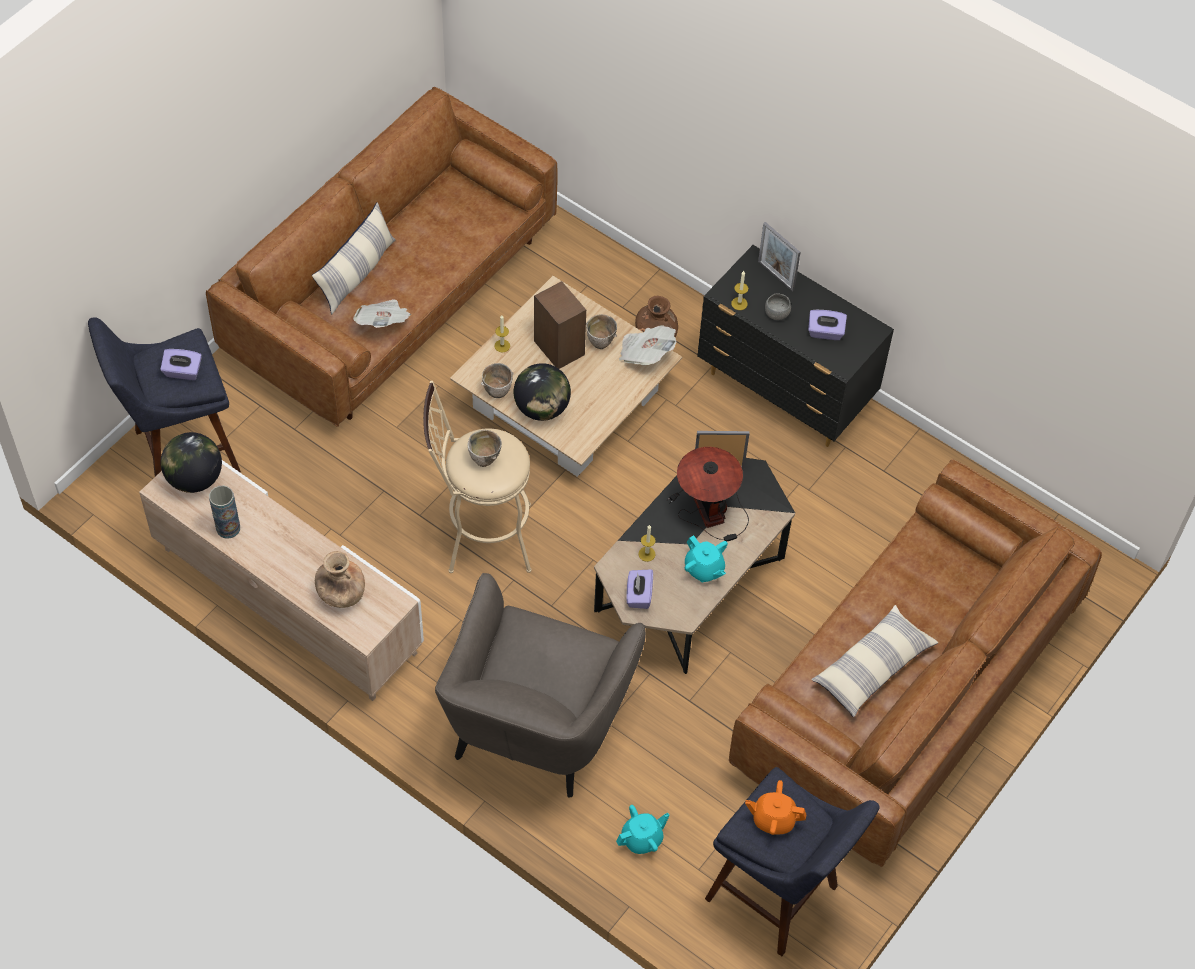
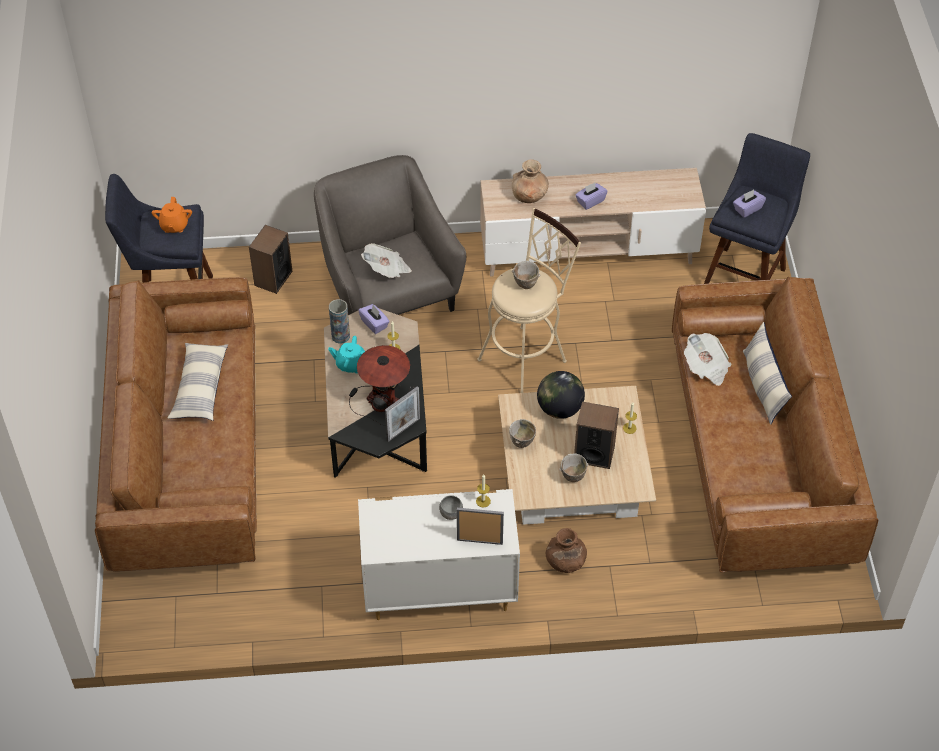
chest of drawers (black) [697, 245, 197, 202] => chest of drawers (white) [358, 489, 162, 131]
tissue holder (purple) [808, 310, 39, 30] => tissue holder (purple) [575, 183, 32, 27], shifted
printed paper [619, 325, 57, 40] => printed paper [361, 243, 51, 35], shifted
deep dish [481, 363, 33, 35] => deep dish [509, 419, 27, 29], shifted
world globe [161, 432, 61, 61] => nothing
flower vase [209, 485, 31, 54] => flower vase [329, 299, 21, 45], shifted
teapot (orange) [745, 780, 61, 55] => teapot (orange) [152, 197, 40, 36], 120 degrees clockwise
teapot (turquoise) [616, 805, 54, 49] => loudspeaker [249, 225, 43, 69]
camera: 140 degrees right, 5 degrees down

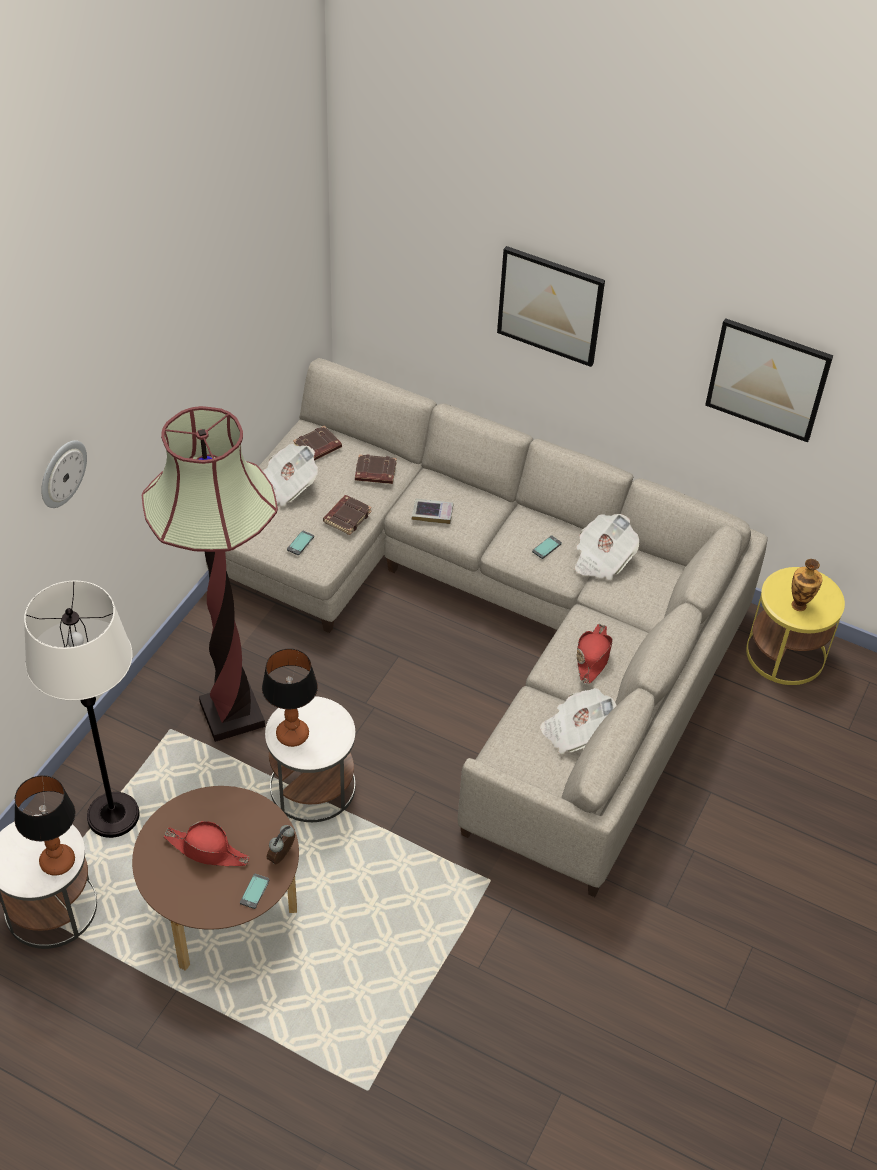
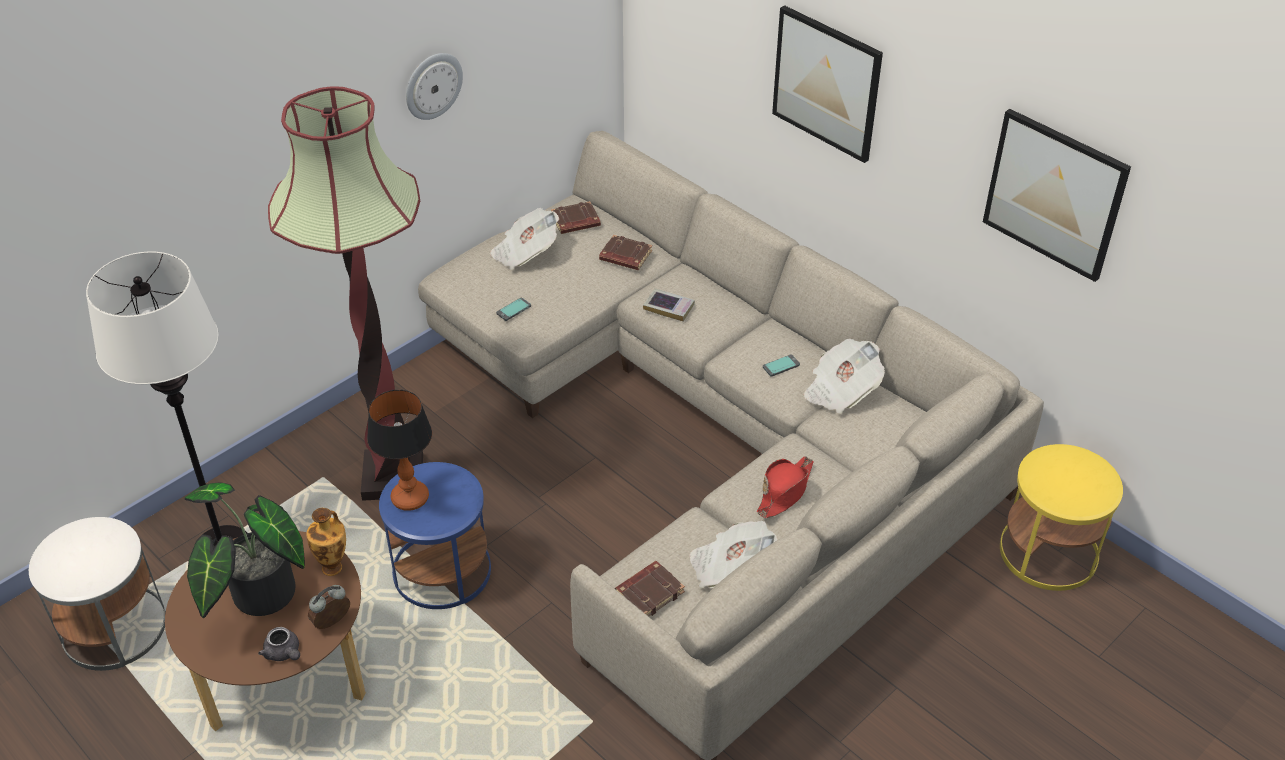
hanging clock [41, 440, 46, 68] => hanging clock [406, 53, 57, 67], shifted
bound book (brown) [323, 495, 49, 40] => bound book (brown) [615, 561, 70, 56], shifted
flower vase [791, 559, 31, 52] => flower vase [306, 508, 40, 68], shifted
accent table (white) [265, 696, 90, 126] => accent table (blue) [379, 462, 112, 147]
table lamp [14, 775, 61, 101] => nothing
hat (reddish) [164, 821, 86, 45] => houseplant [185, 483, 120, 135]
phone [240, 874, 29, 35] => teapot (grey) [258, 627, 42, 34]
camera: 20 degrees right, 5 degrees down

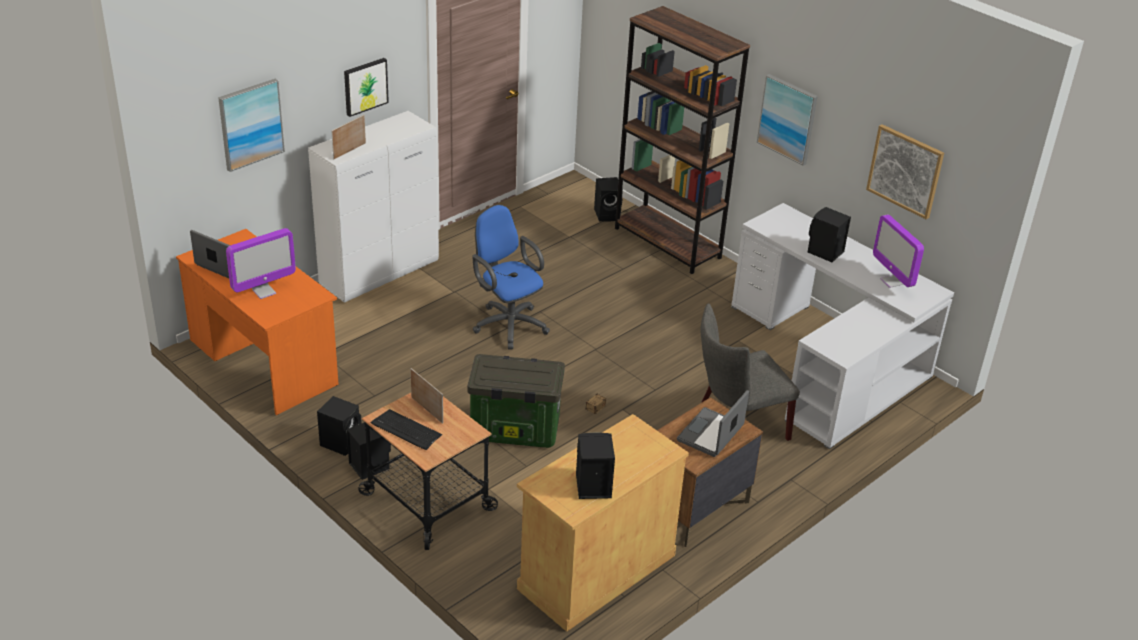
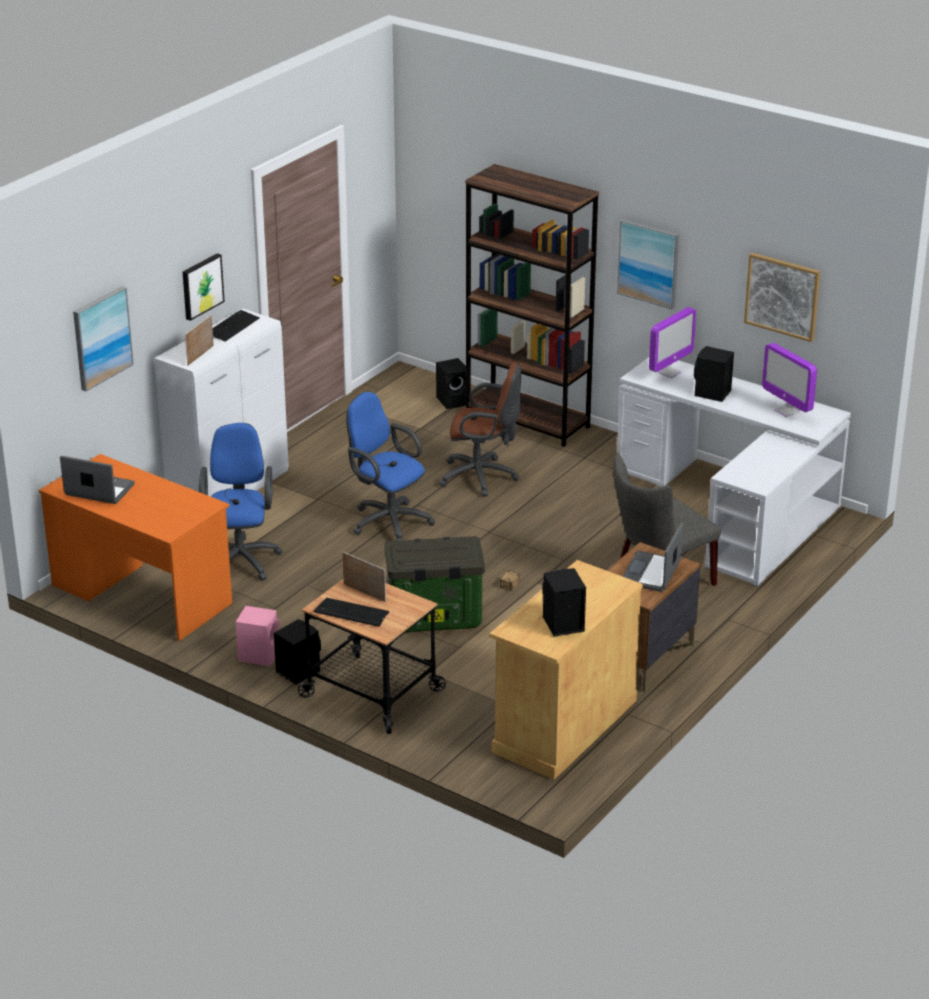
monitor [226, 228, 70, 71] => monitor [649, 307, 47, 71], shifted
loudspeaker (black) [317, 396, 45, 60] => loudspeaker (pinkish) [236, 606, 44, 60]
nothing => computer keyboard [213, 310, 47, 32]
nothing => computer chair (brown) [439, 362, 82, 135]
nothing => computer chair (blue) [199, 423, 83, 158]
camera: 10 degrees left, 5 degrees down

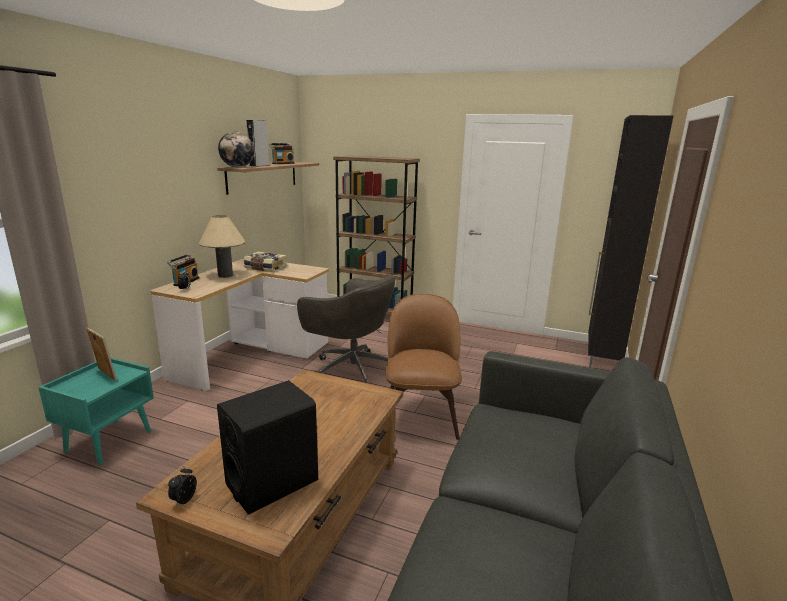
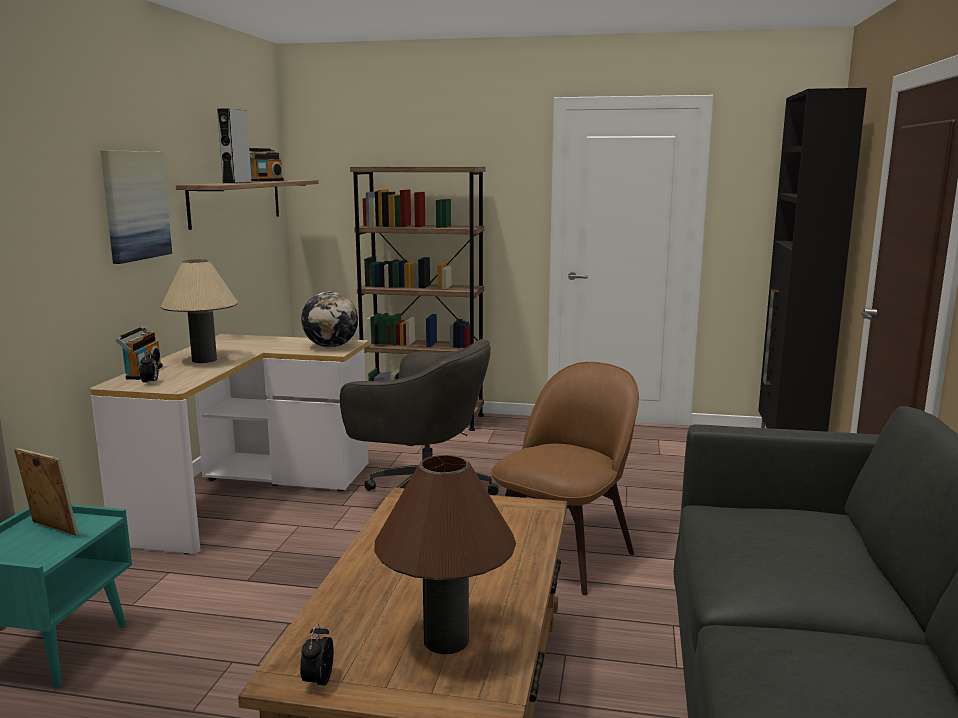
world globe [218, 131, 36, 37] => world globe [301, 291, 57, 57], shifted
bound book [243, 252, 44, 20] => nothing
chair (brown) [386, 294, 76, 146] => chair (brown) [491, 362, 148, 233], 45 degrees clockwise
loudspeaker (black) [217, 380, 101, 135] => table lamp (brown) [374, 455, 142, 199]
nothing => wall art [100, 150, 72, 114]
camera: 10 degrees left, 5 degrees down

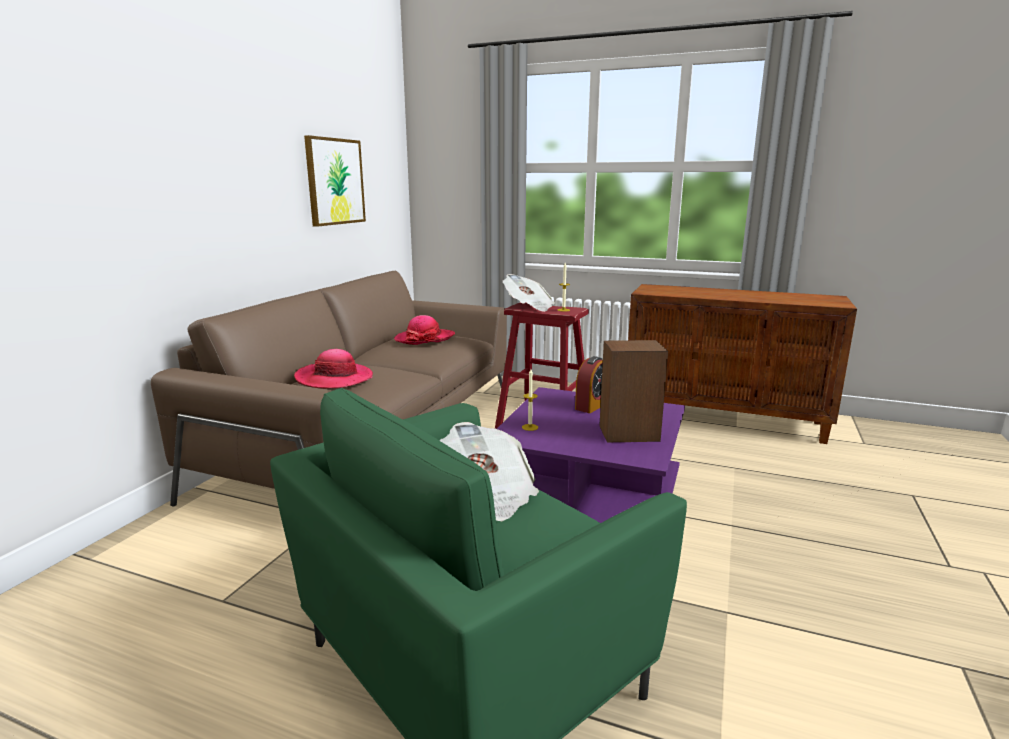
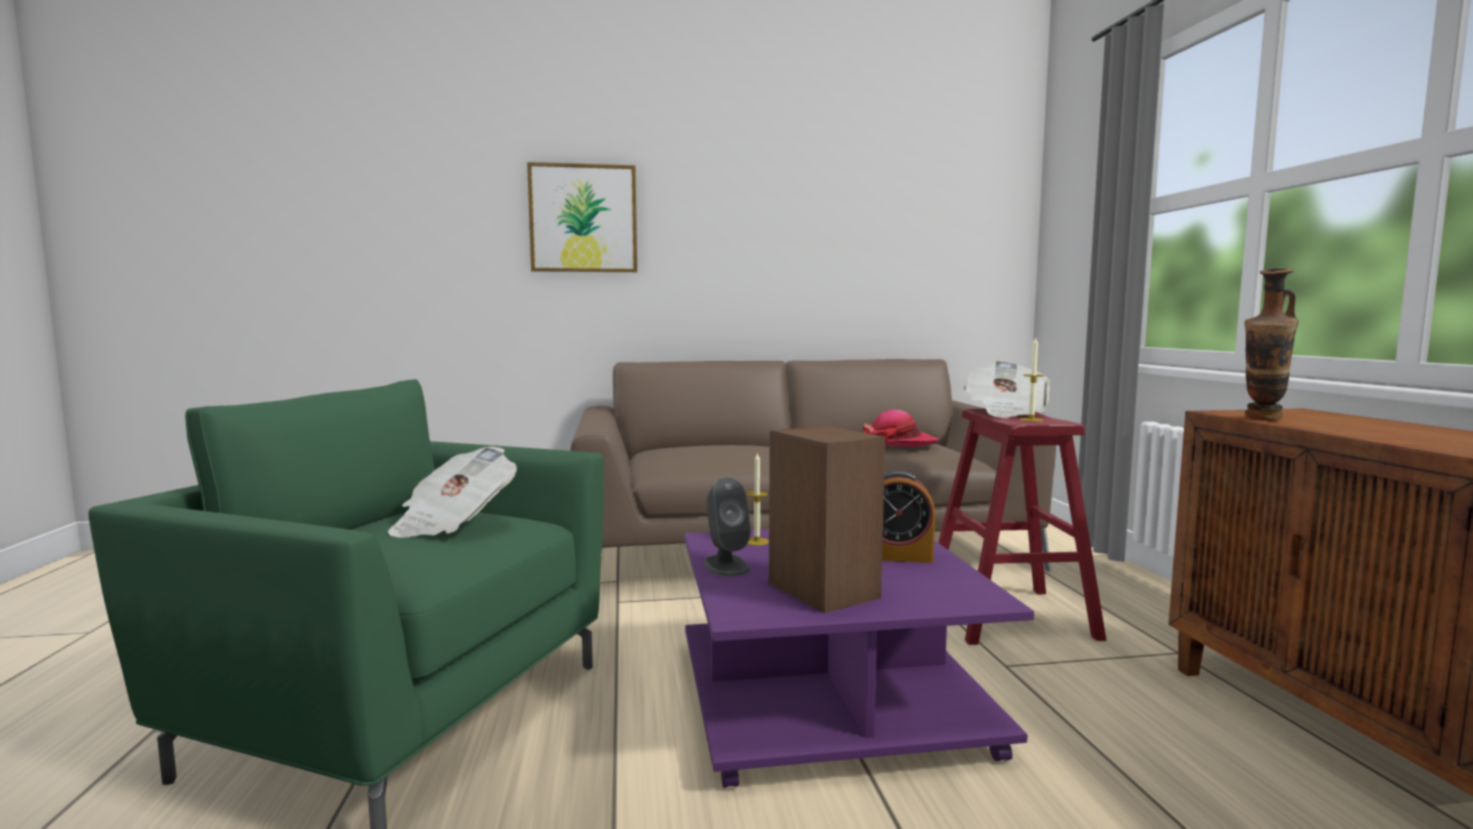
wall art [304, 135, 62, 92] => wall art [527, 162, 110, 110], shifted
hat [294, 349, 79, 40] => nothing
nothing => flower vase [1244, 269, 55, 152]
nothing => loudspeaker (grey) [704, 477, 47, 100]
camera: 60 degrees right, 10 degrees down

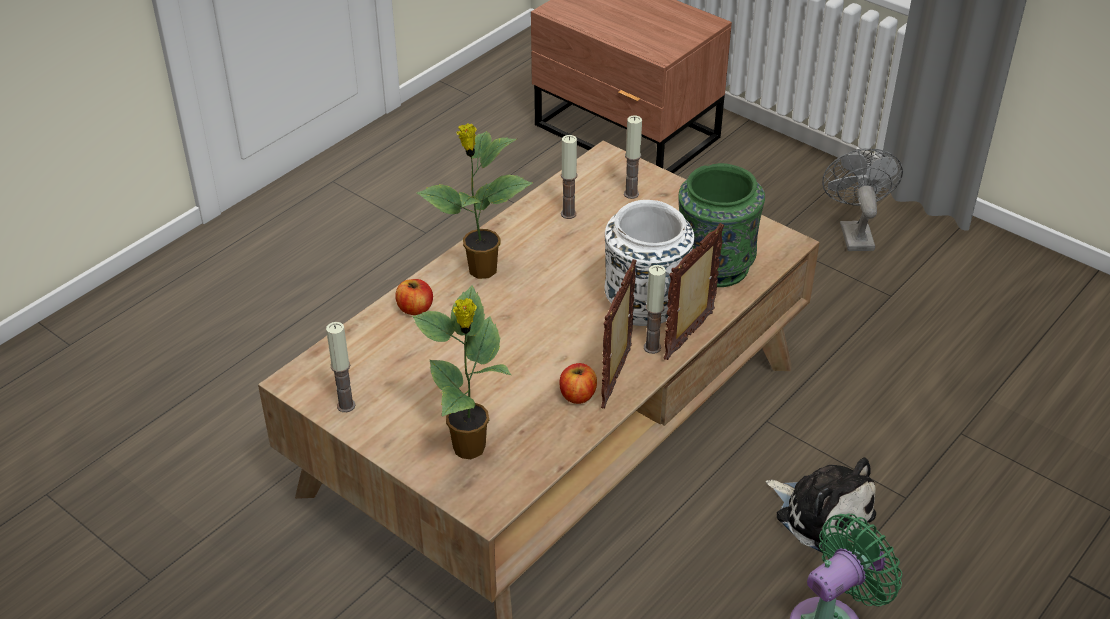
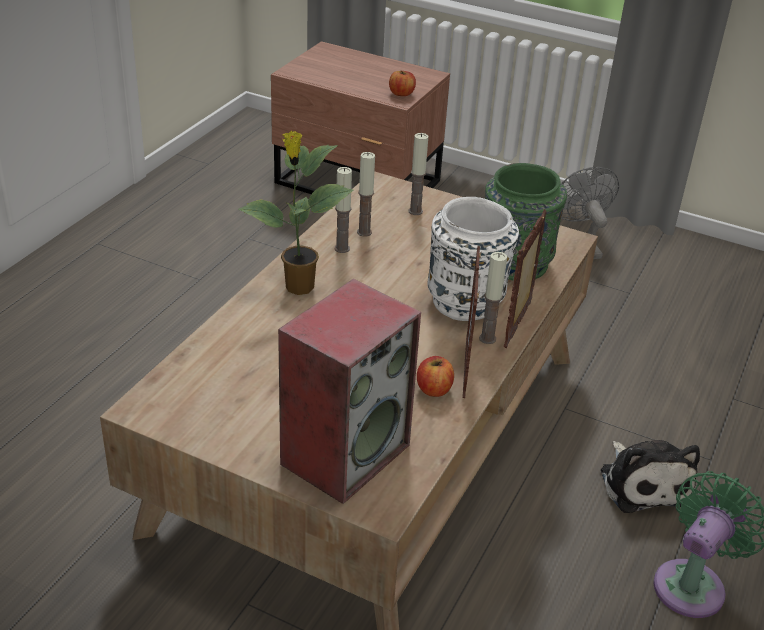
whole apple [395, 279, 38, 36] => whole apple [389, 71, 27, 25], shifted
houseplant [412, 285, 99, 174] => loudspeaker [278, 279, 143, 225]
candle [326, 322, 30, 90] => candle [334, 167, 18, 86], shifted
plush toy [765, 457, 111, 96] => plush toy [601, 440, 99, 73], 45 degrees clockwise
camera: 15 degrees left, 5 degrees down

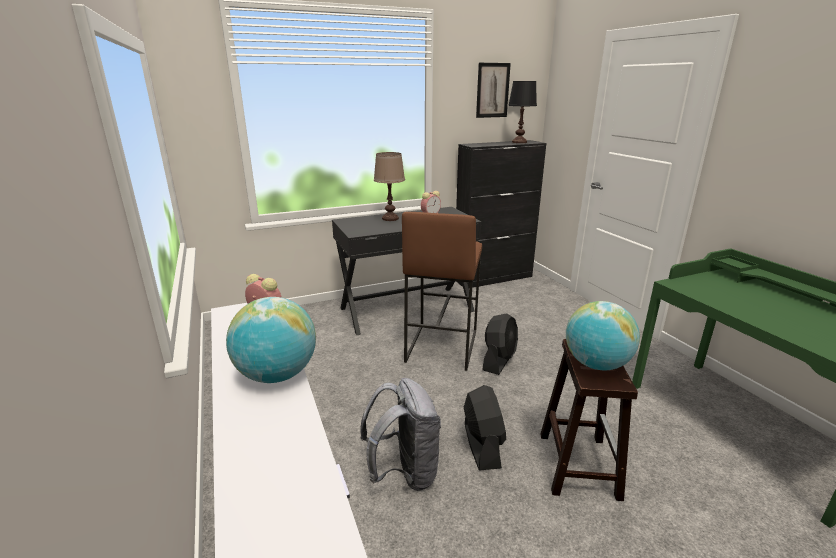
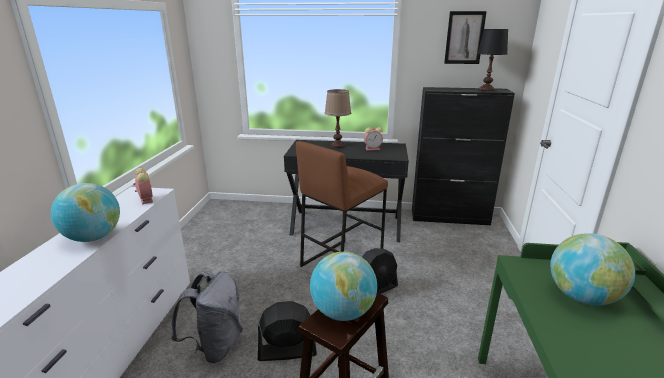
electric fan (black) [464, 385, 42, 85] => electric fan (black) [258, 301, 59, 60], 120 degrees counterclockwise
nothing => world globe [550, 233, 85, 73]
camera: 30 degrees right, 0 degrees up

